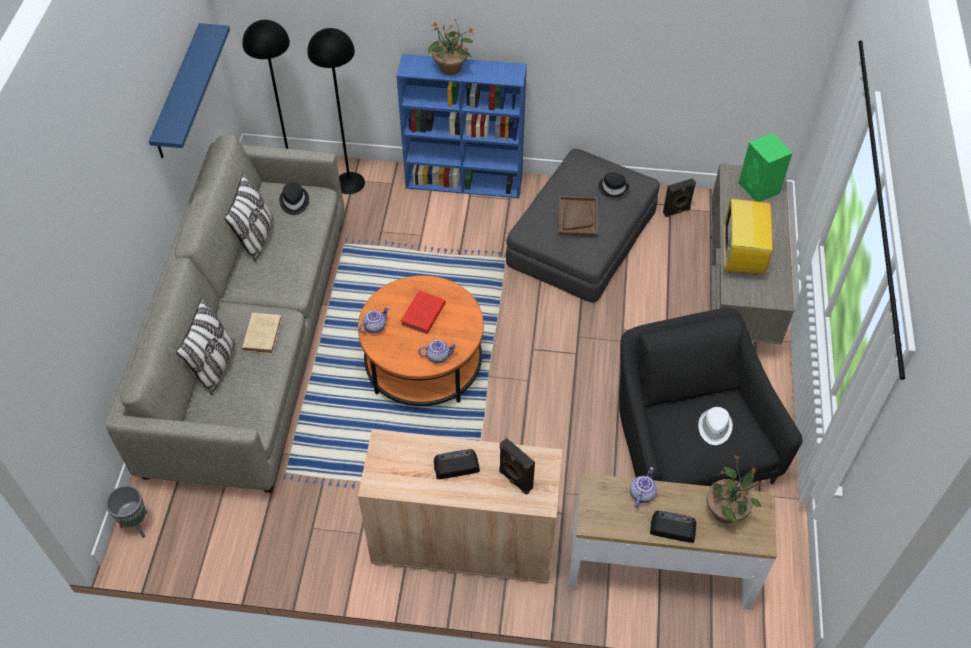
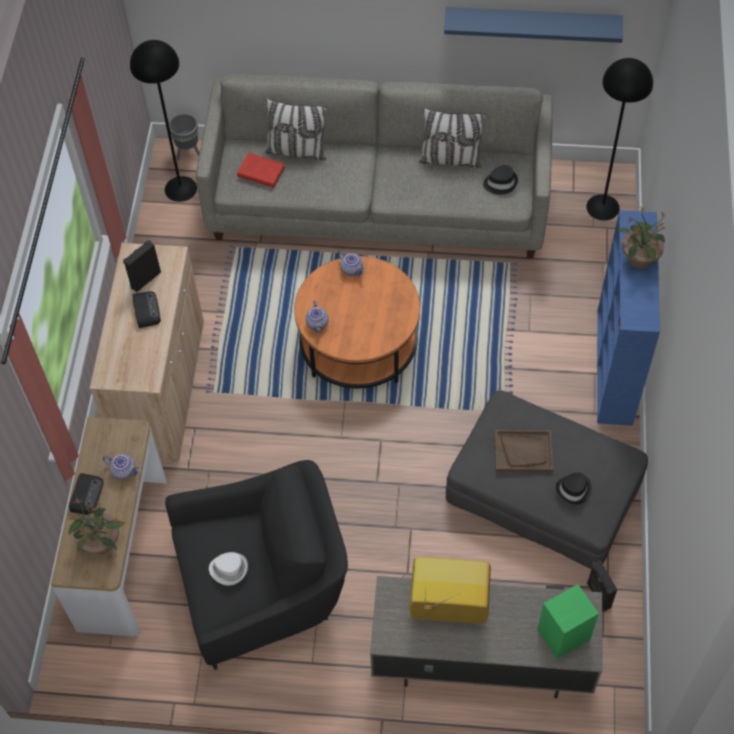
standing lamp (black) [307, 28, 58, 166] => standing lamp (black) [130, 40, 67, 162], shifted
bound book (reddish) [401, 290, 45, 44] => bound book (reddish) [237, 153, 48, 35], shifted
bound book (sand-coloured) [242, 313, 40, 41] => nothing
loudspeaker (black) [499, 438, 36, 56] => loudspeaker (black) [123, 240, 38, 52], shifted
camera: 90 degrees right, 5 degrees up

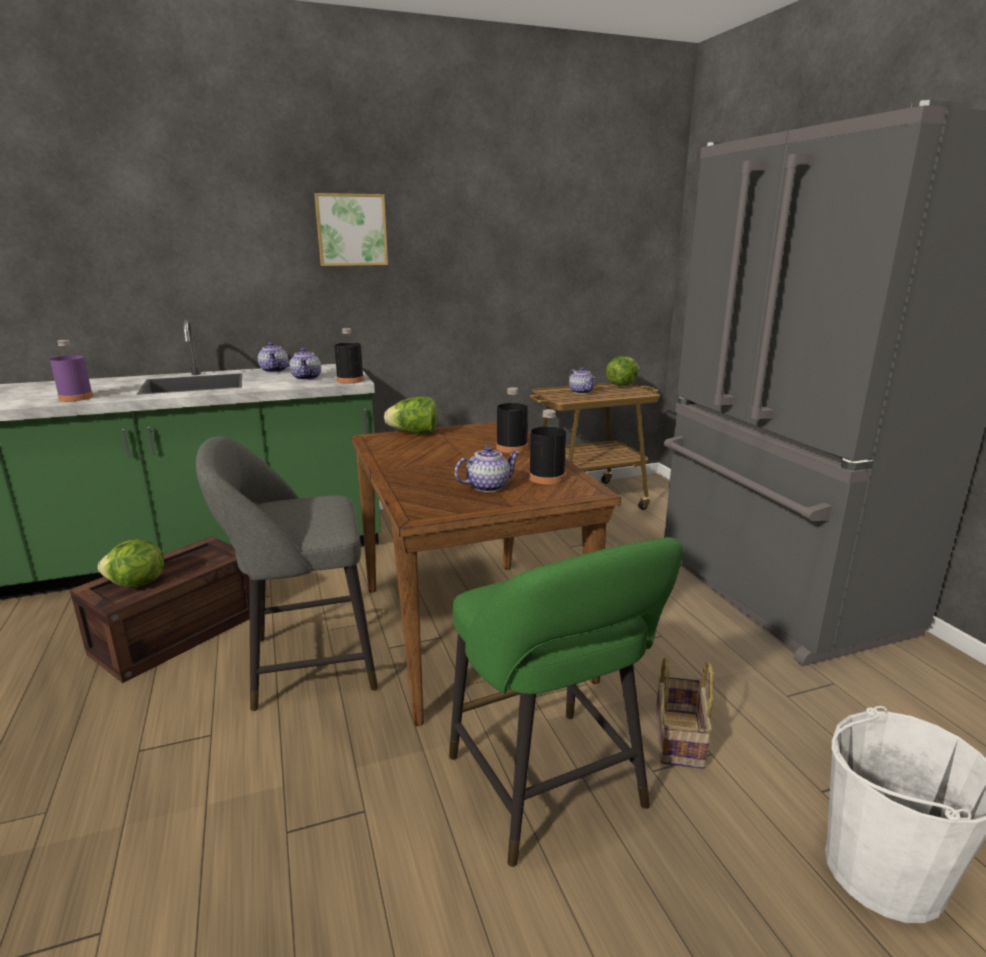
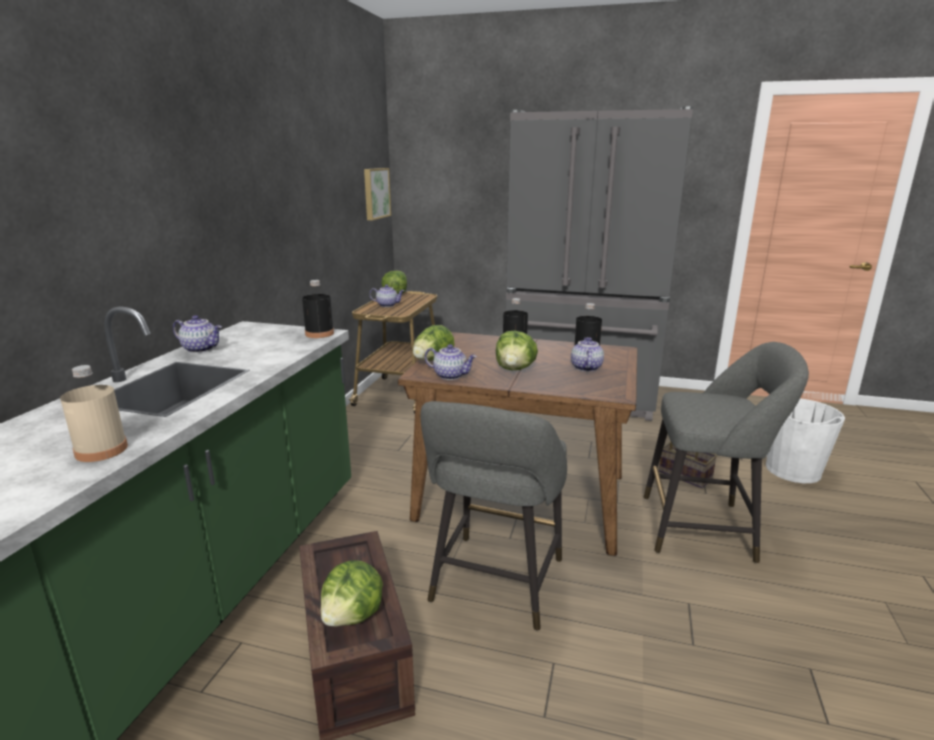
wall art [314, 193, 74, 73] => wall art [364, 168, 27, 52], shifted
beverage bottle (purple) [50, 340, 43, 62] => beverage bottle (sand-coloured) [60, 365, 68, 97]
teapot [289, 348, 32, 32] => teapot [425, 344, 52, 36], shifted
stool seat (green-coloured) [449, 537, 234, 330] => stool seat (grey) [644, 342, 165, 221]
nothing => lettuce [496, 331, 42, 39]
camera: 55 degrees left, 0 degrees up

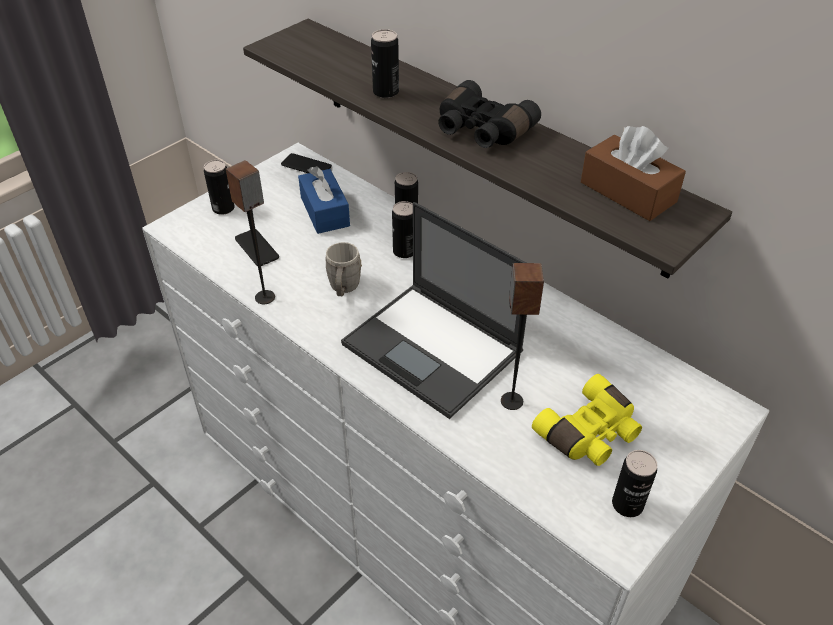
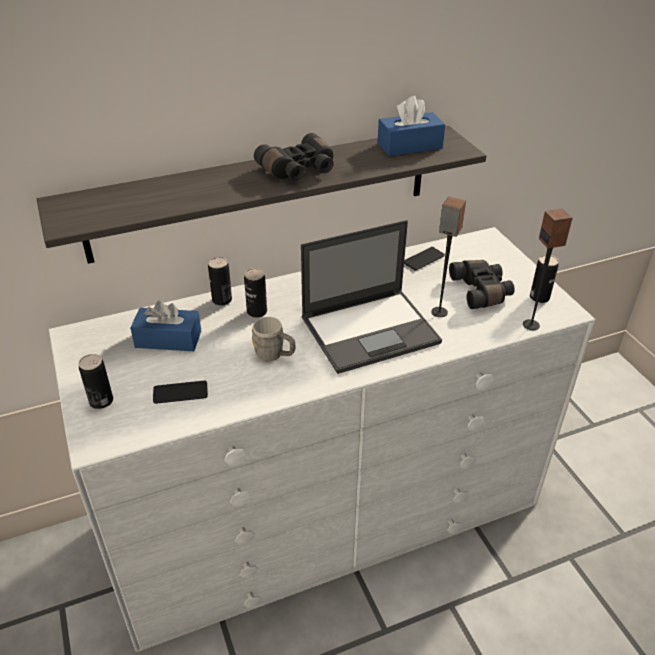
metal can [371, 29, 28, 69] => nothing
tissue holder (brown) [581, 126, 105, 95] => tissue holder (blue) [377, 96, 68, 60]
phone [281, 153, 51, 20] => phone [404, 247, 41, 23], shifted
loudspeaker [226, 160, 49, 144] => loudspeaker [523, 209, 50, 121], shifted
binoculars (yellow-coloured) [532, 374, 110, 92] => binoculars (black) [449, 260, 66, 49]
camera: 65 degrees left, 5 degrees down

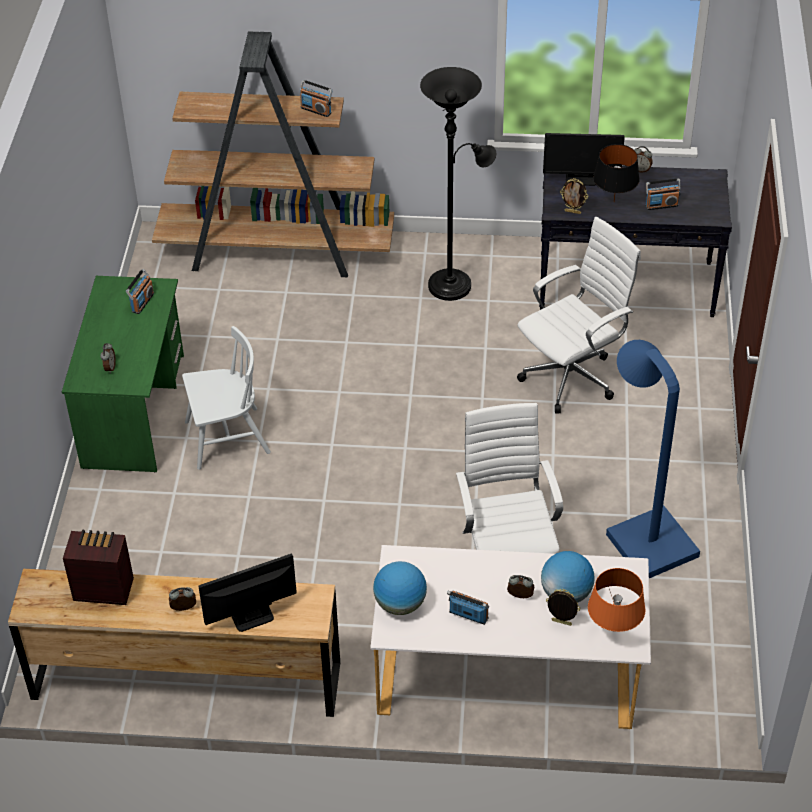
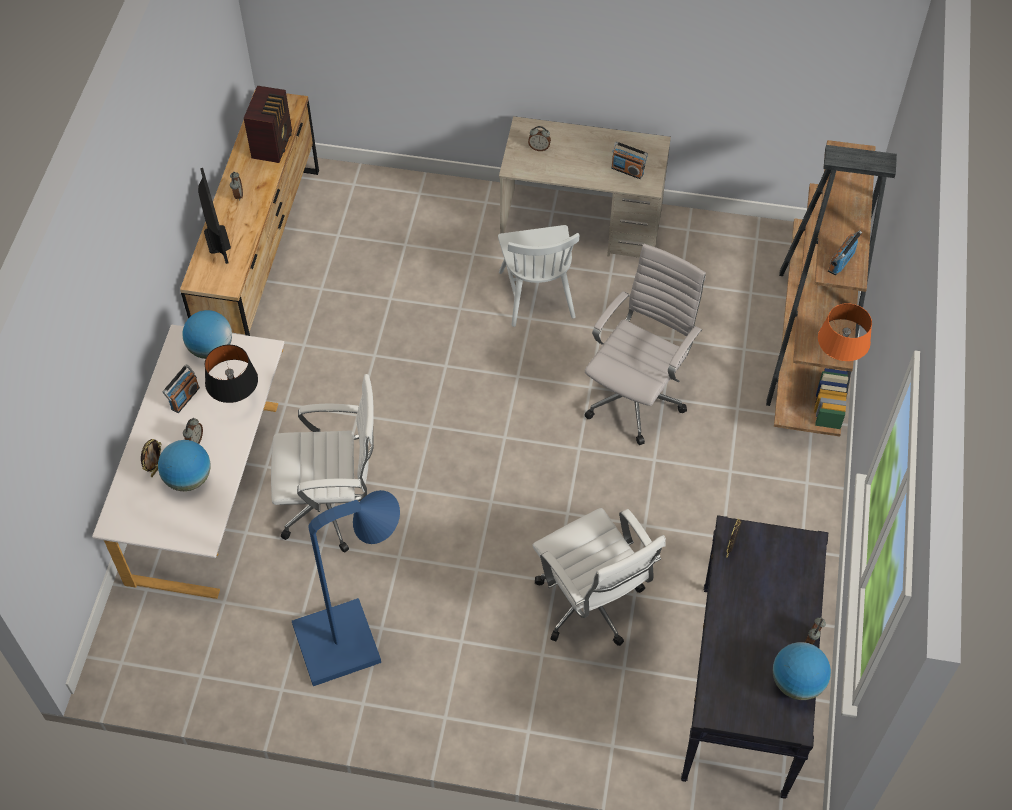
standing lamp (black) [420, 67, 76, 234] => nothing
monitor [543, 133, 82, 53] => nothing
table lamp (black) [593, 144, 47, 58] => table lamp (black) [205, 345, 53, 58], shifted
radio [645, 178, 36, 32] => nothing
desk (green-coloured) [62, 276, 122, 196] => desk (sand-coloured) [499, 116, 172, 142]
table lamp (orange) [588, 568, 58, 64] => table lamp (orange) [818, 303, 54, 58], shifted
nothing => computer chair (white) [584, 244, 122, 201]
nothing => world globe [772, 642, 59, 58]
camera: 95 degrees right, 10 degrees up

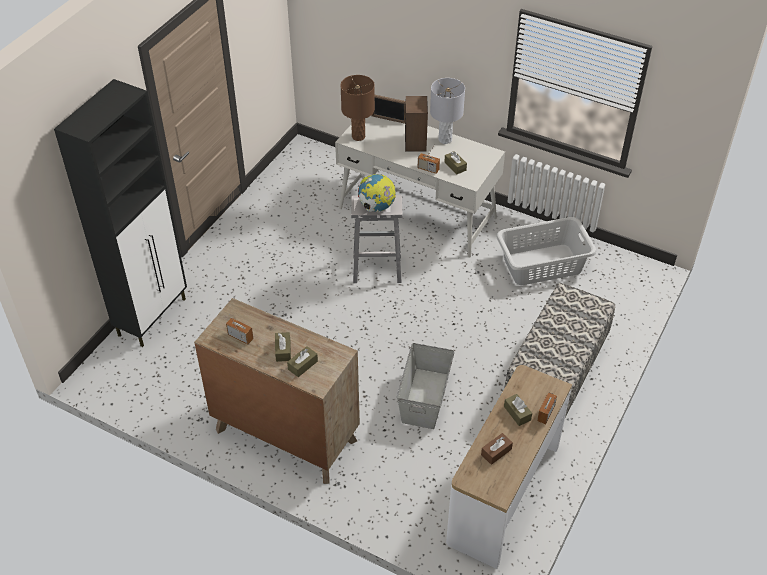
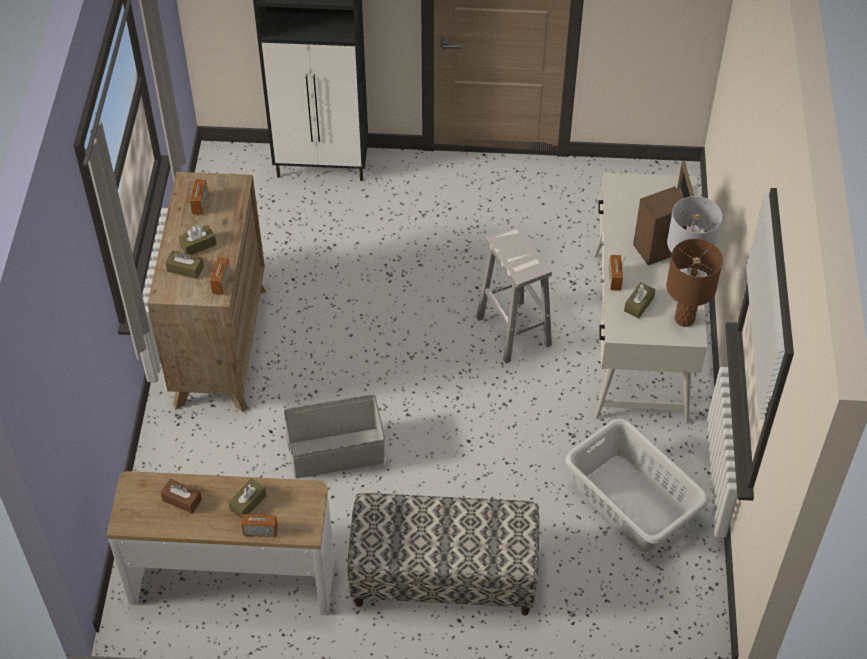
table lamp (brown) [340, 75, 35, 66] => table lamp (brown) [666, 239, 57, 88], shifted
world globe [358, 174, 38, 38] => nothing
nothing => radio [210, 249, 21, 46]
camera: 65 degrees right, 5 degrees up

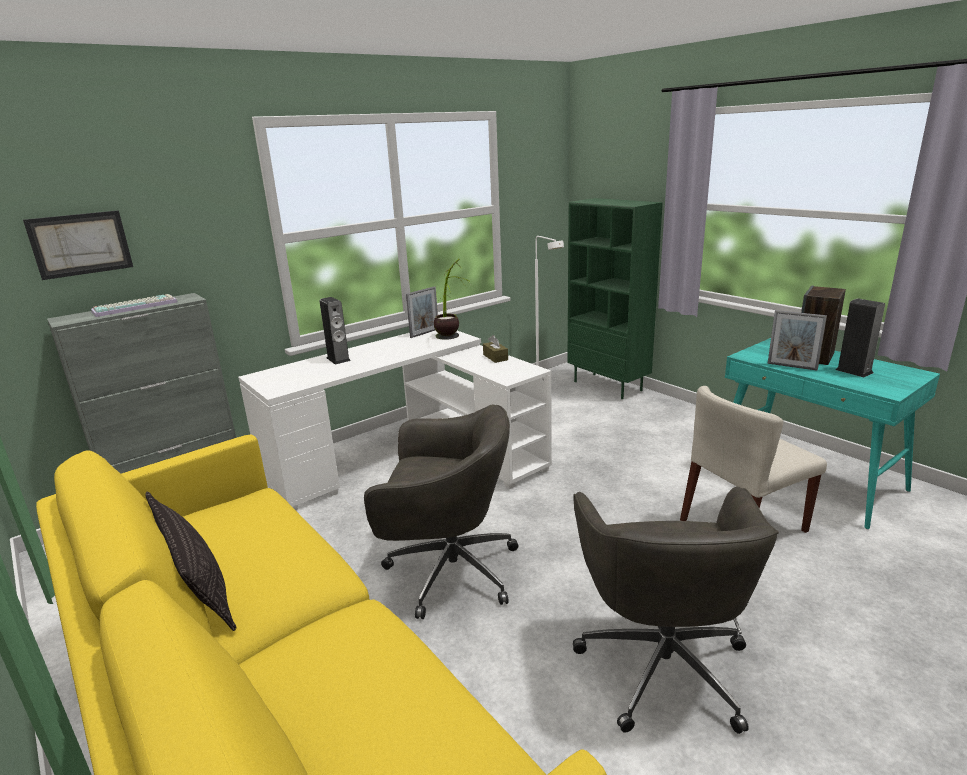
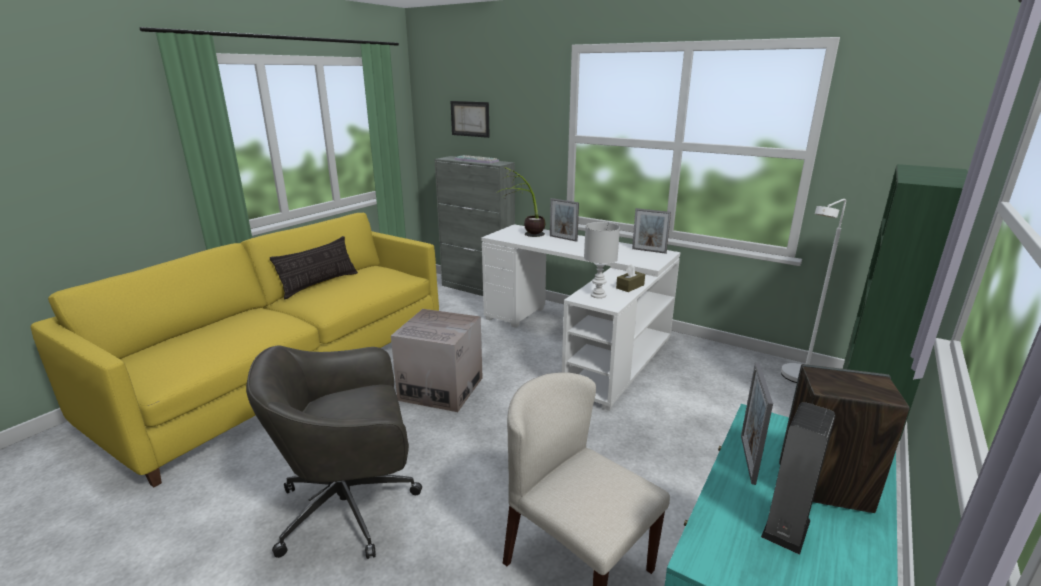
houseplant [434, 259, 35, 81] => houseplant [498, 167, 47, 70], shifted
loudspeaker [319, 297, 32, 68] => standing frame [550, 198, 29, 44]
computer chair (grey) [364, 405, 154, 214] => cardboard box [391, 309, 92, 103]
nothing => table lamp (white) [584, 222, 36, 77]
camera: 70 degrees right, 0 degrees up

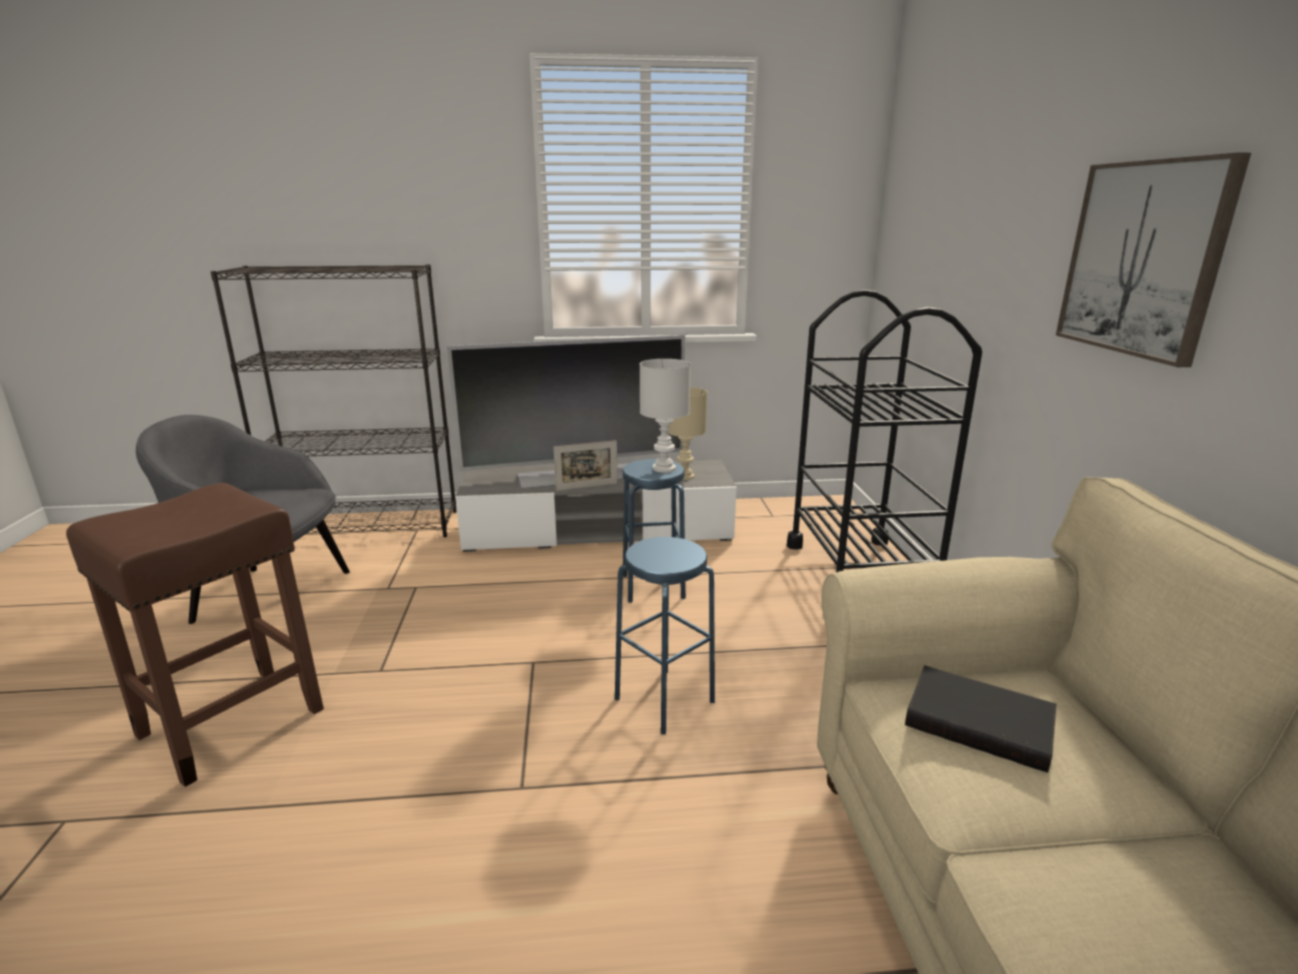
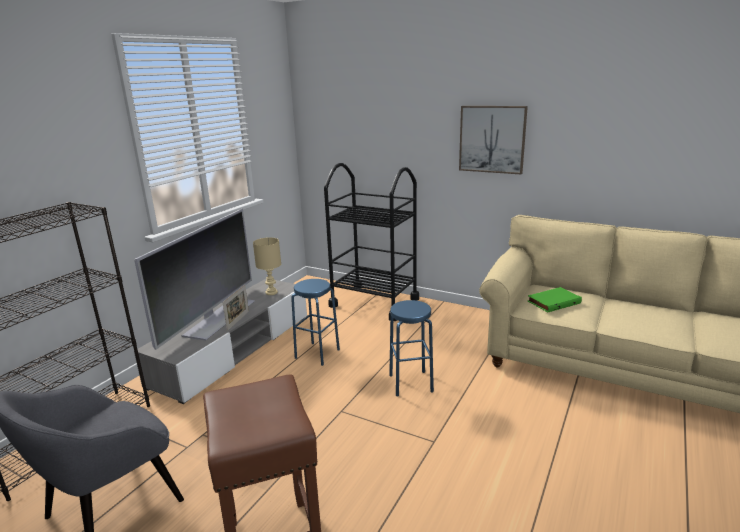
table lamp (white) [640, 359, 51, 114] => nothing
bound book (black) [905, 665, 152, 108] => bound book (green-coloured) [528, 287, 54, 26]
camera: 55 degrees left, 0 degrees up

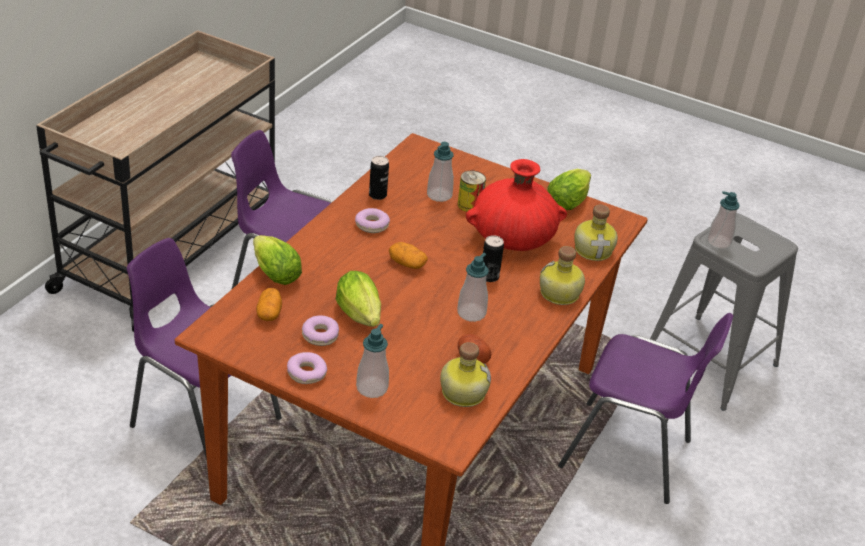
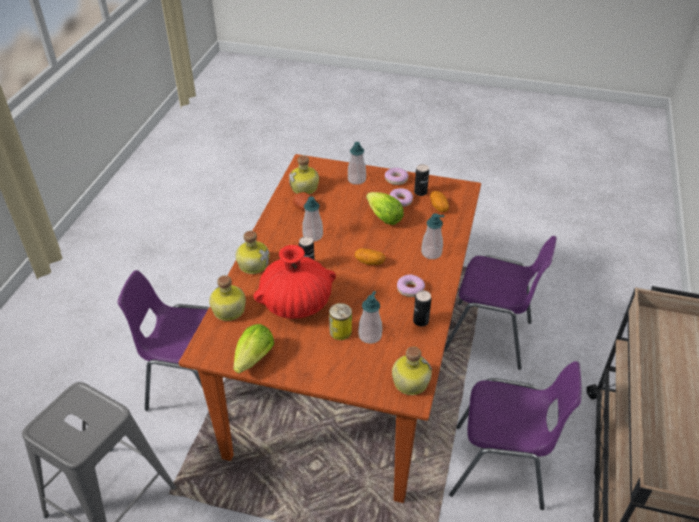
soap bottle [707, 191, 33, 58] => soap bottle [421, 213, 23, 46], shifted
lettuce [253, 235, 49, 50] => nothing
nothing => metal can [414, 164, 15, 32]
nothing => beverage bottle [392, 347, 40, 48]
camera: 170 degrees right, 5 degrees up

